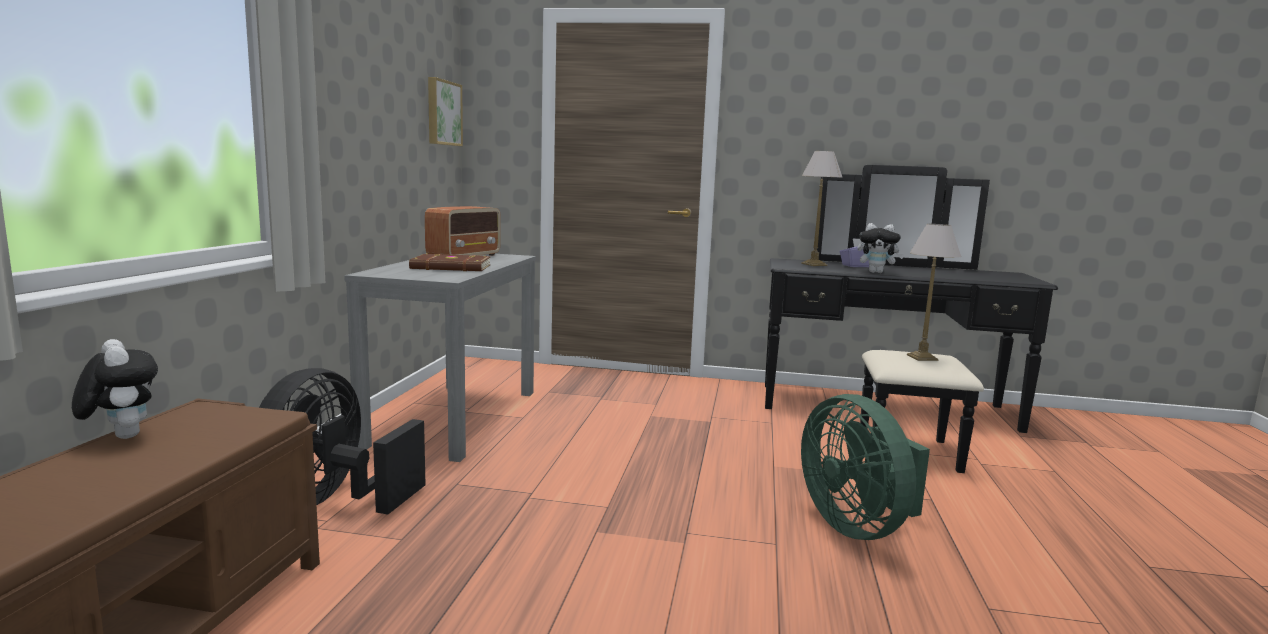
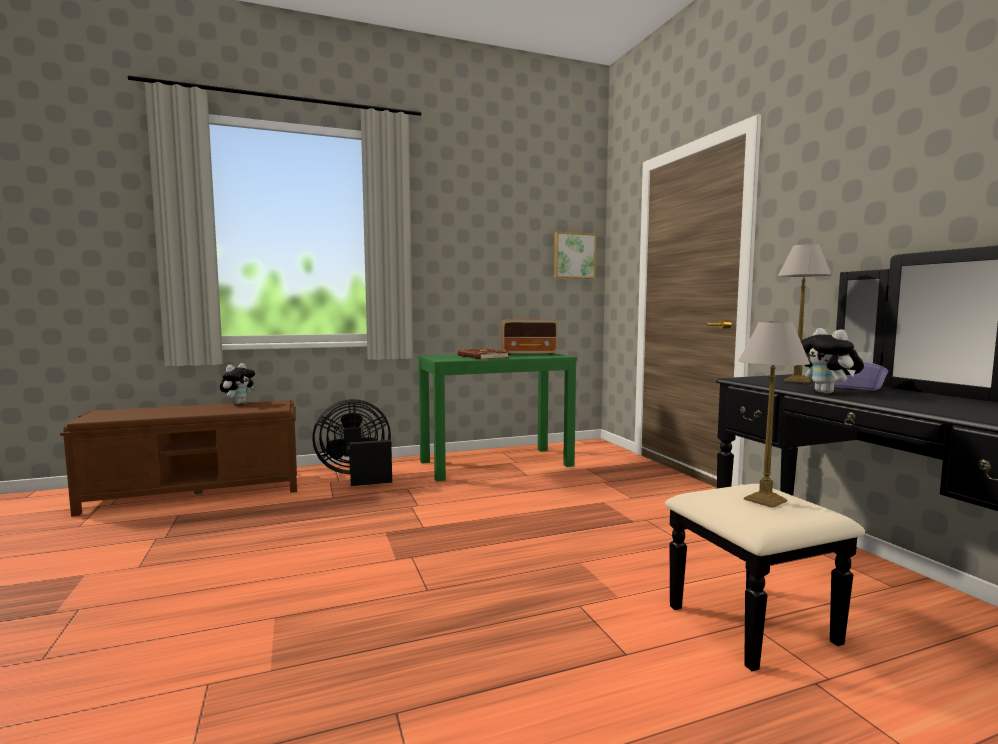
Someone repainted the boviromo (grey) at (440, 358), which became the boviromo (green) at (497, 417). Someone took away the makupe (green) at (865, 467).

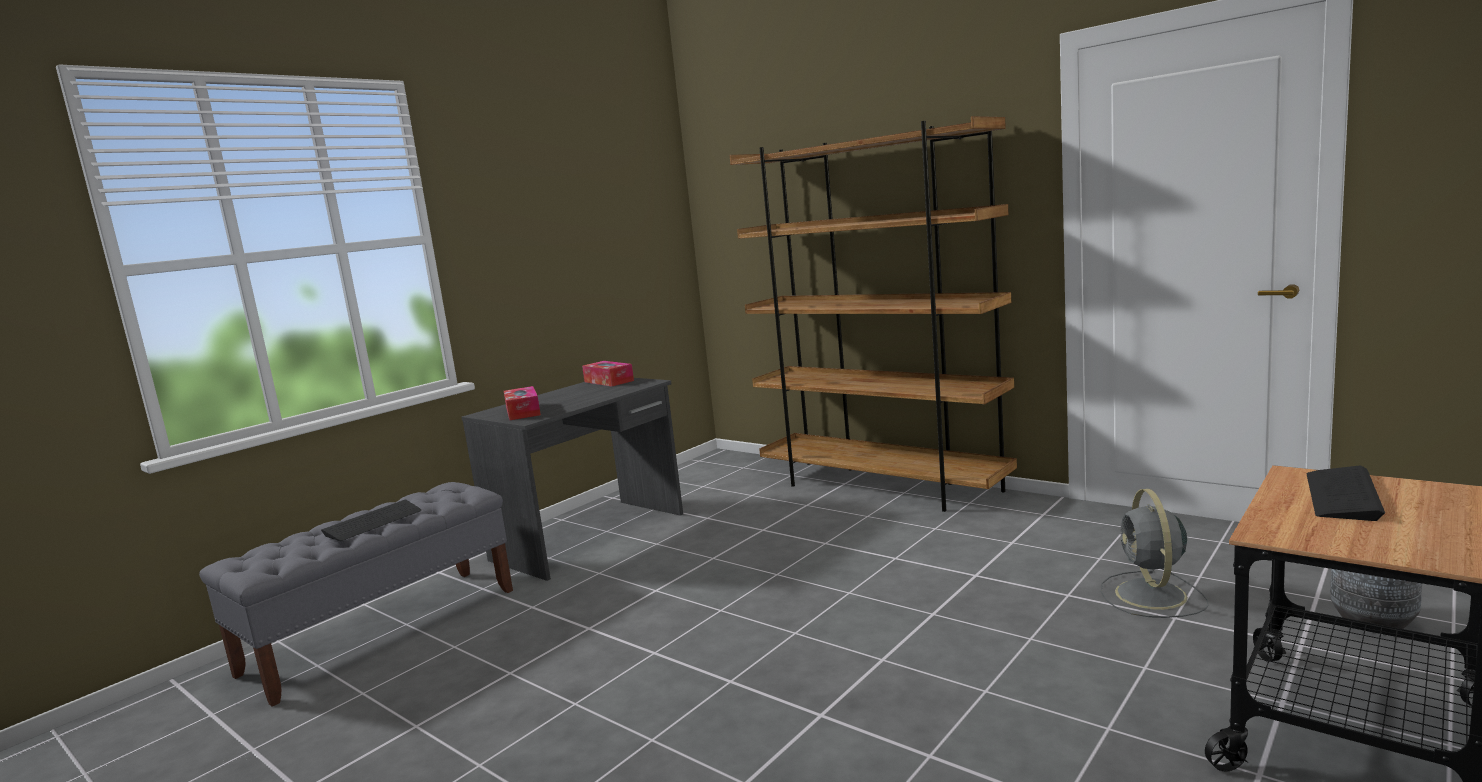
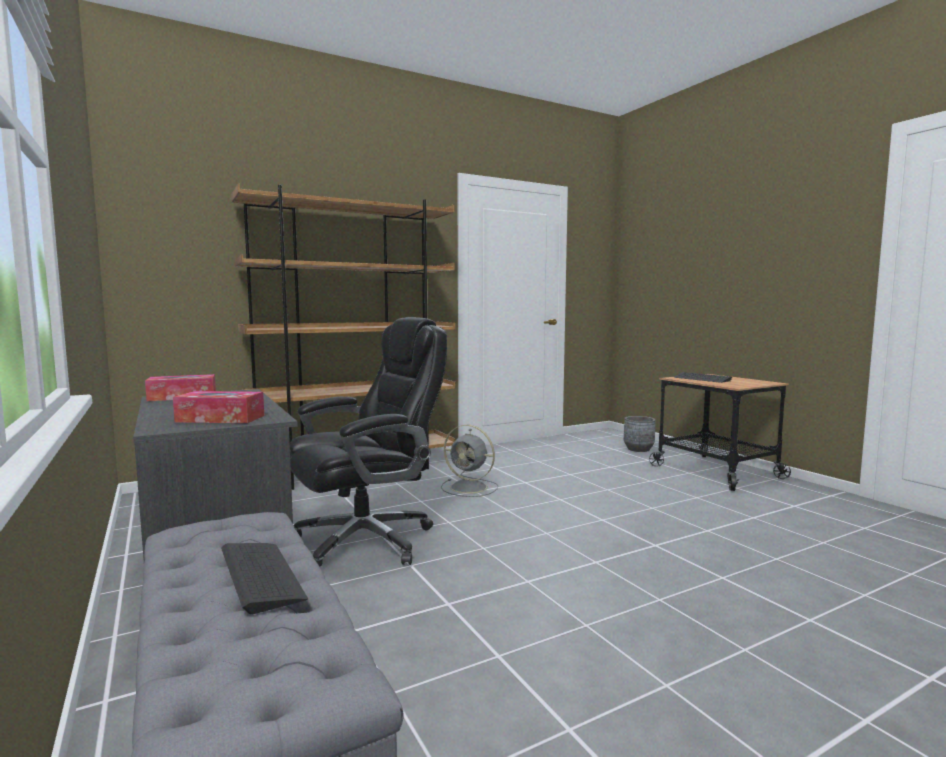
Someone carried the makupe (grey) from (1155, 553) to (469, 461). Someone put down the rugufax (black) at (368, 442).

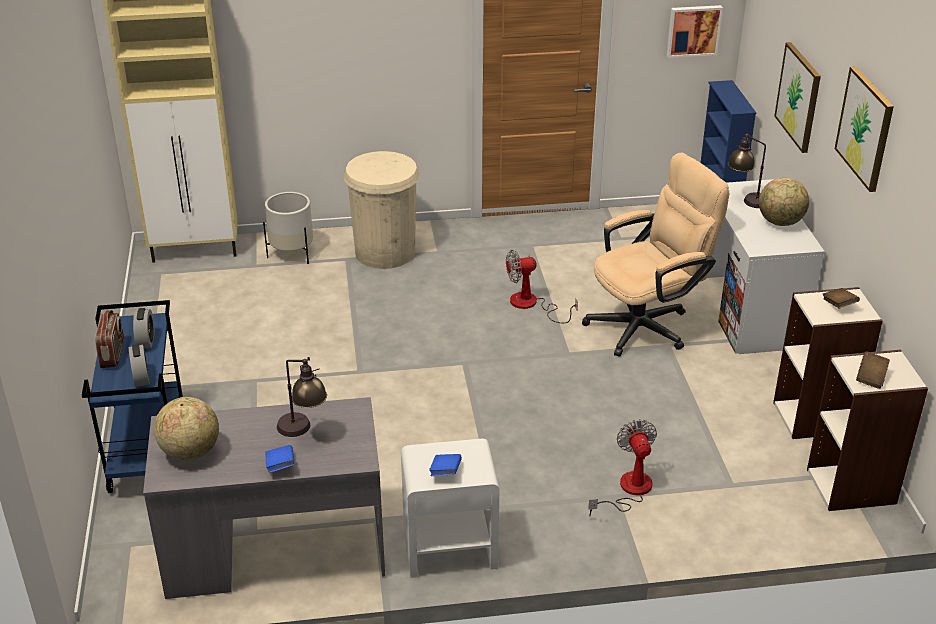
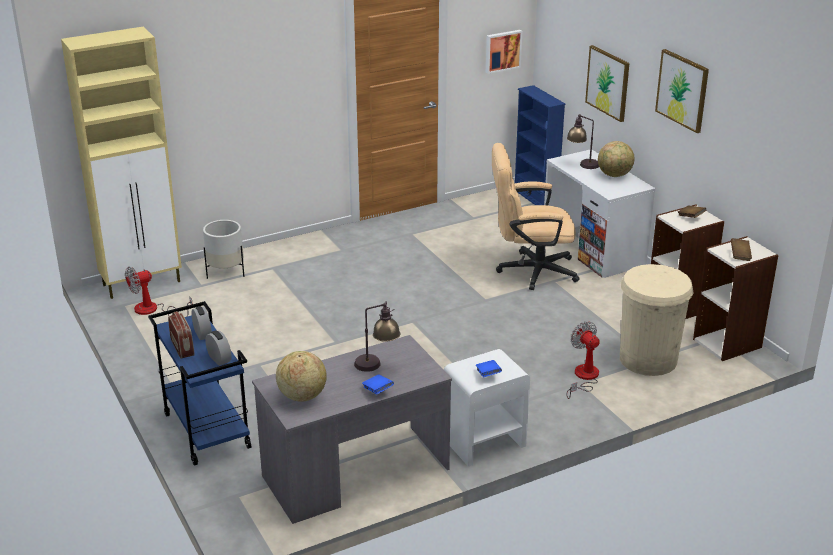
Someone carried the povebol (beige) from (382, 210) to (656, 320). Someone carried the makupe from (542, 287) to (159, 291). Someone rotated the rugufax (beige) at (655, 255) by 135 degrees counterclockwise.

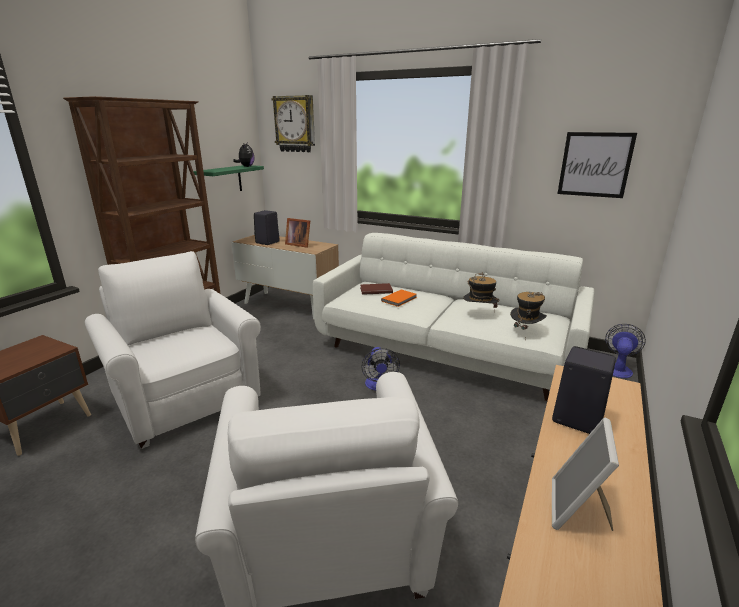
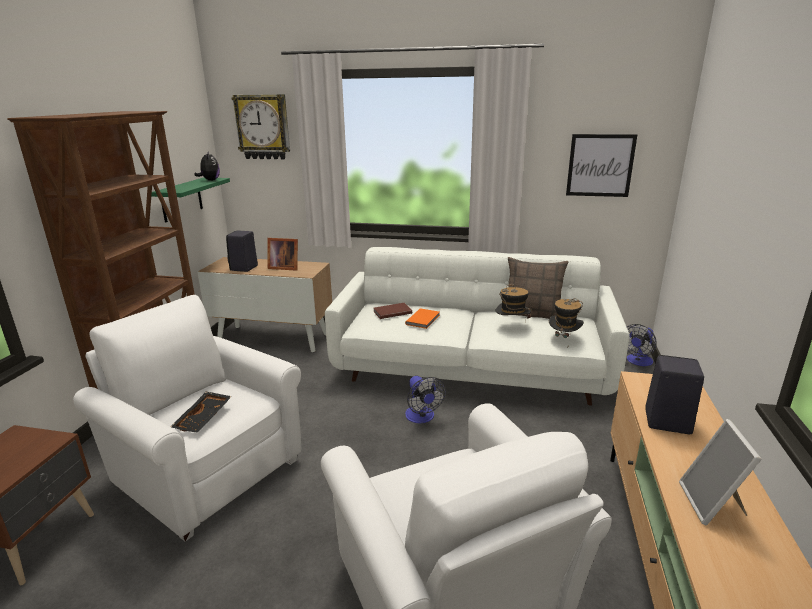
Someone rotated the makupe at (625, 351) by 150 degrees counterclockwise. Someone put down the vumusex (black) at (201, 412). Someone put down the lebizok at (538, 288).

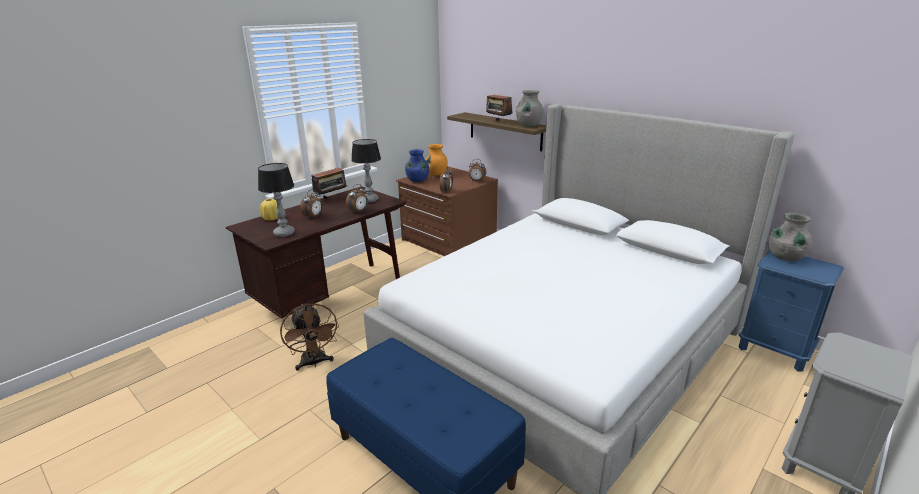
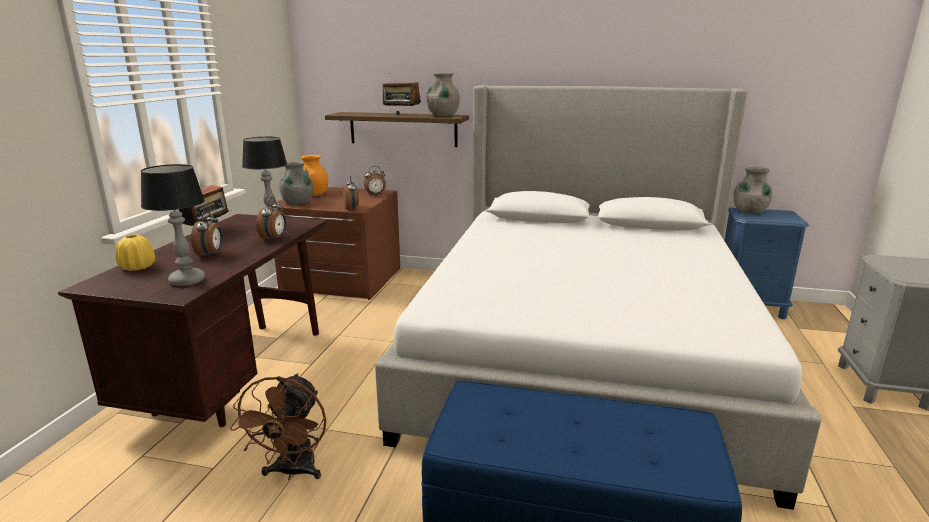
Someone rotated the makupe (brown) at (309, 337) by 60 degrees clockwise. Someone repainted the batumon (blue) at (417, 165), which became the batumon (grey) at (296, 183).

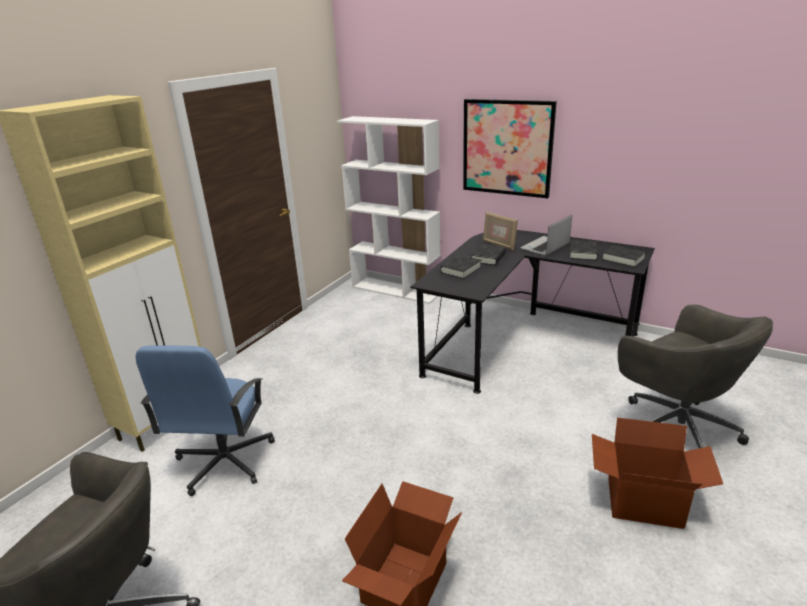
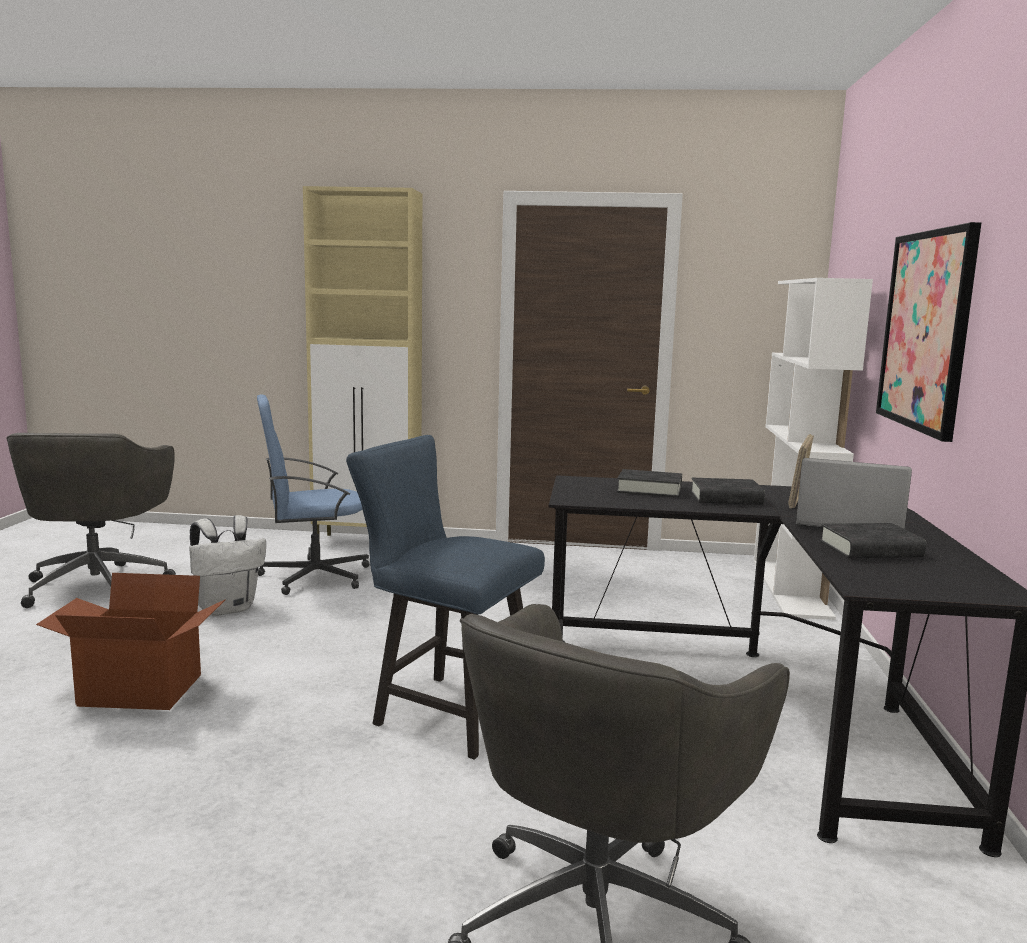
Someone took away the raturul at (657, 473). Someone took away the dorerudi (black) at (624, 256). Someone put down the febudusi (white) at (227, 565). Someone put down the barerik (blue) at (445, 597).

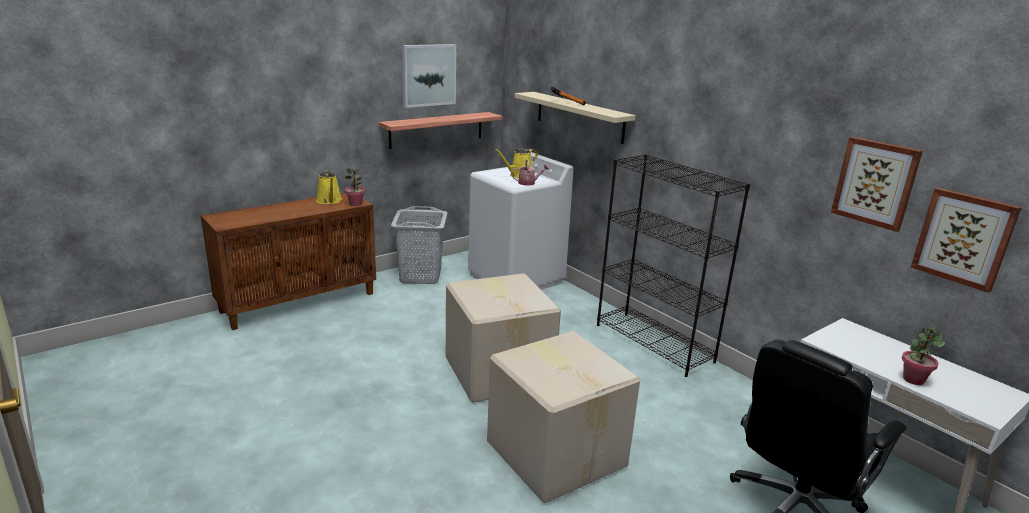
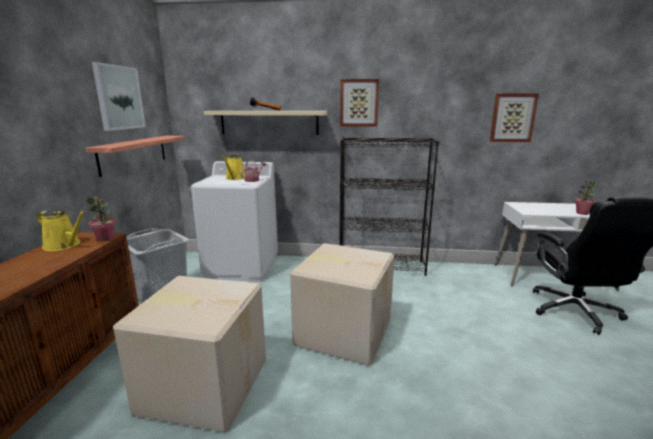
Someone carried the raturul from (563, 417) to (189, 354). Someone carried the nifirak from (966, 240) to (359, 103).

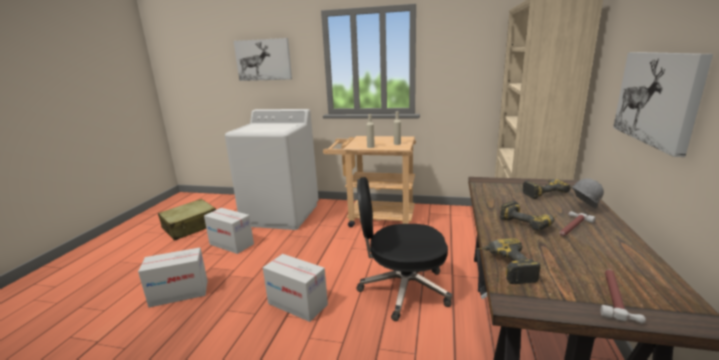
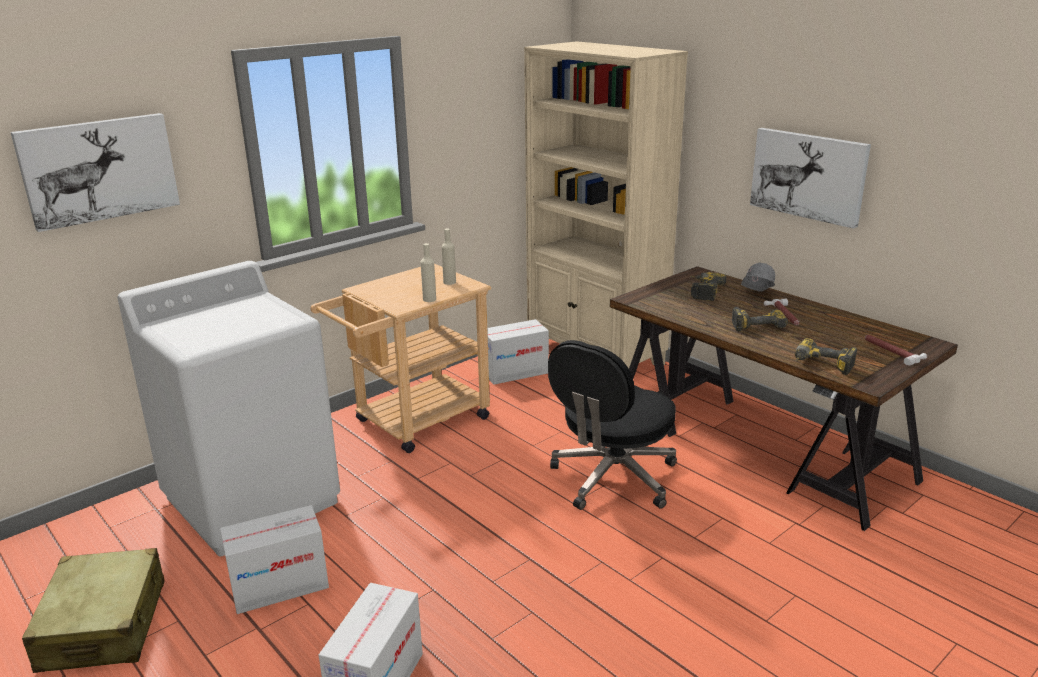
Someone carried the raturul from (295, 288) to (518, 352).

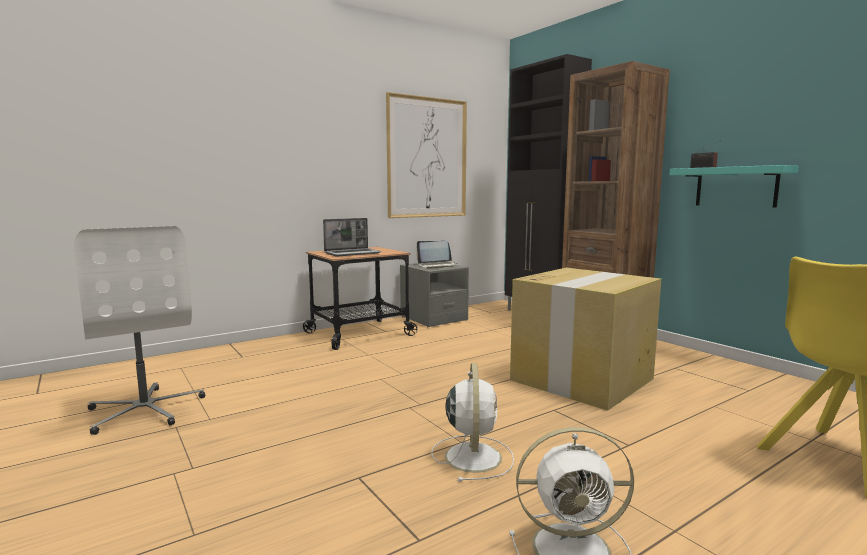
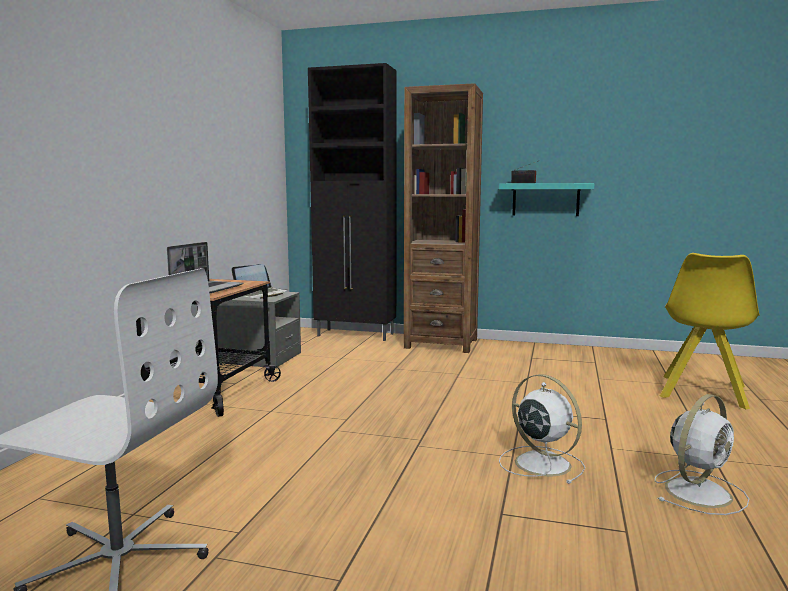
Someone took away the nifirak at (426, 155). Someone took away the raturul at (585, 339).

